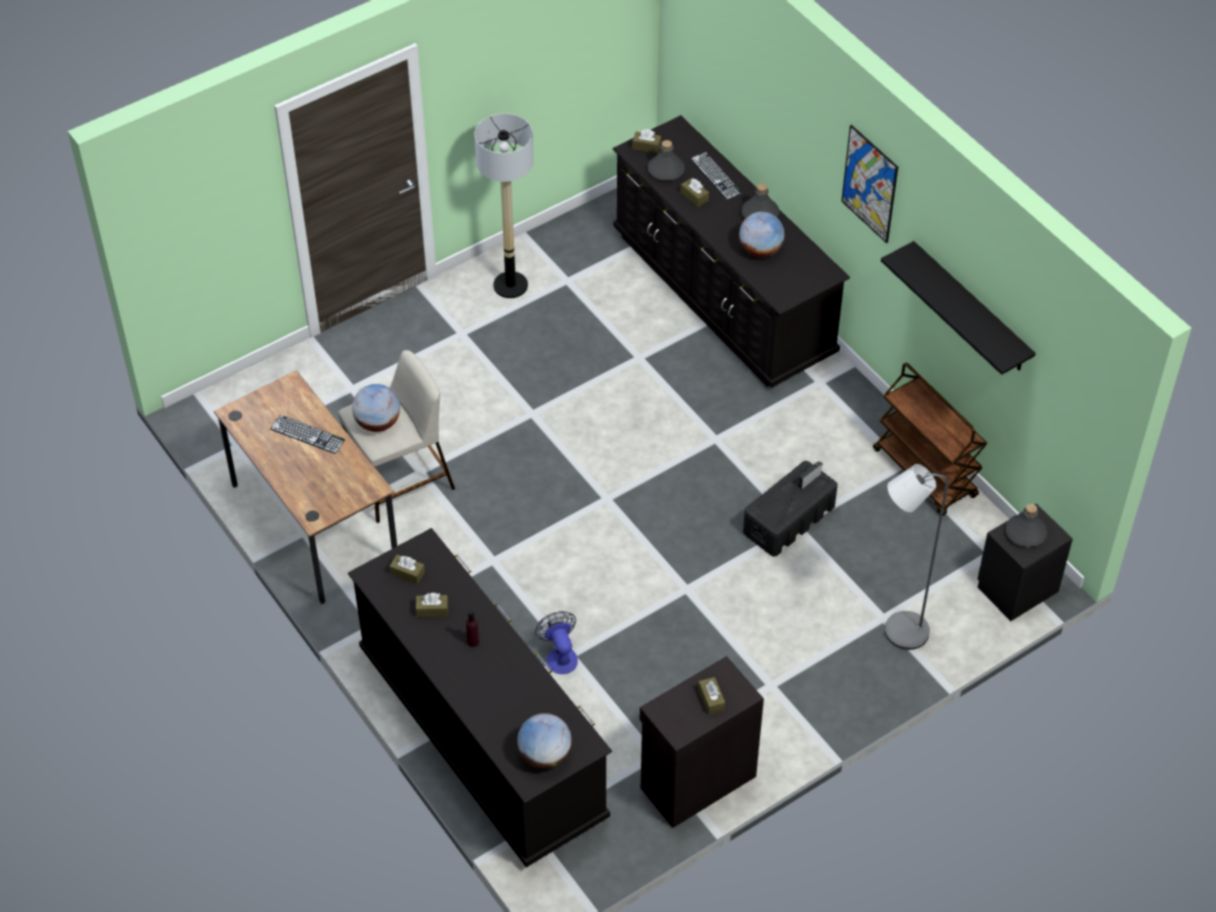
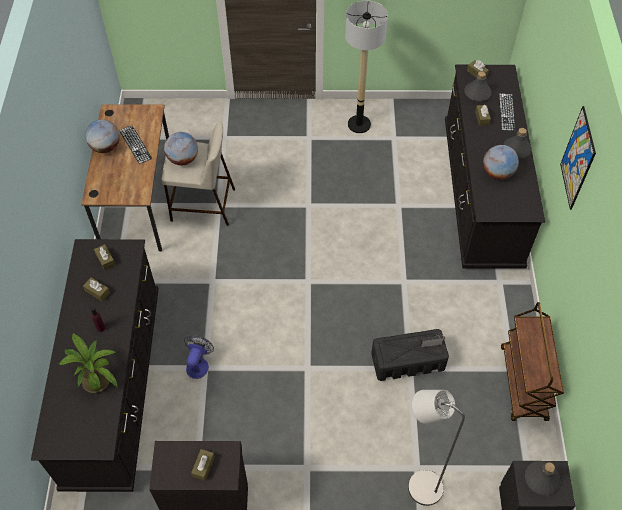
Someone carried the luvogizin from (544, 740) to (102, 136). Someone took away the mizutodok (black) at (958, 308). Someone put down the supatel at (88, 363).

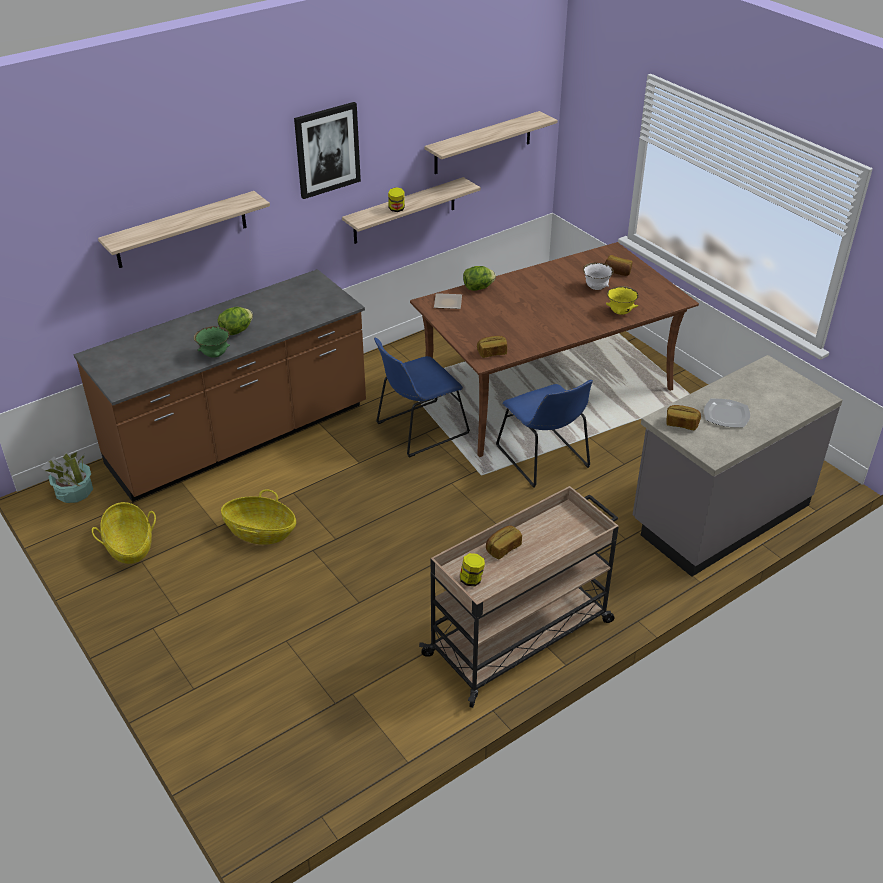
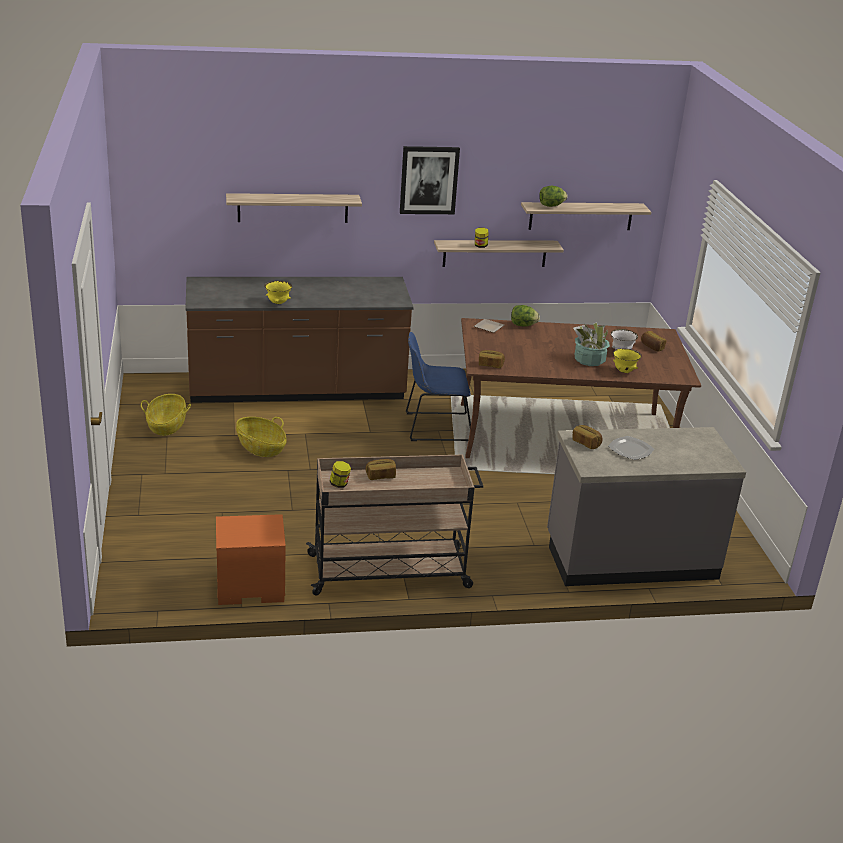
Someone carried the supatel from (67, 477) to (591, 344). Someone repainted the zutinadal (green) at (212, 342), which became the zutinadal (yellow) at (278, 292). Someone carried the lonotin from (235, 321) to (553, 196). Someone took away the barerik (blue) at (544, 434). Someone put down the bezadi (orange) at (251, 559).

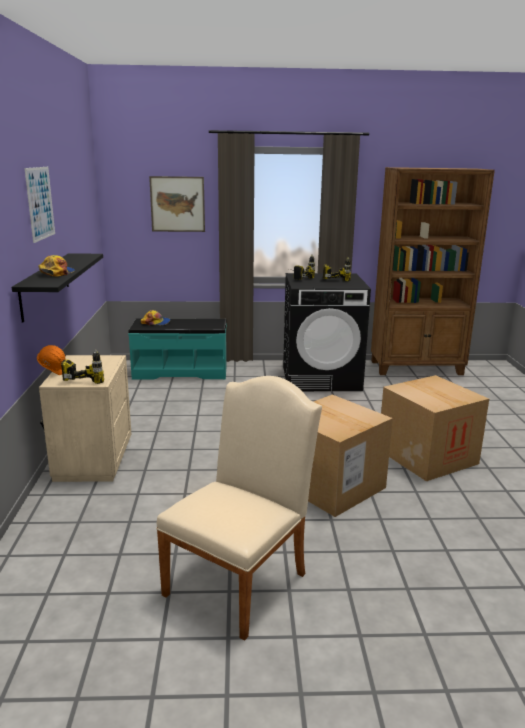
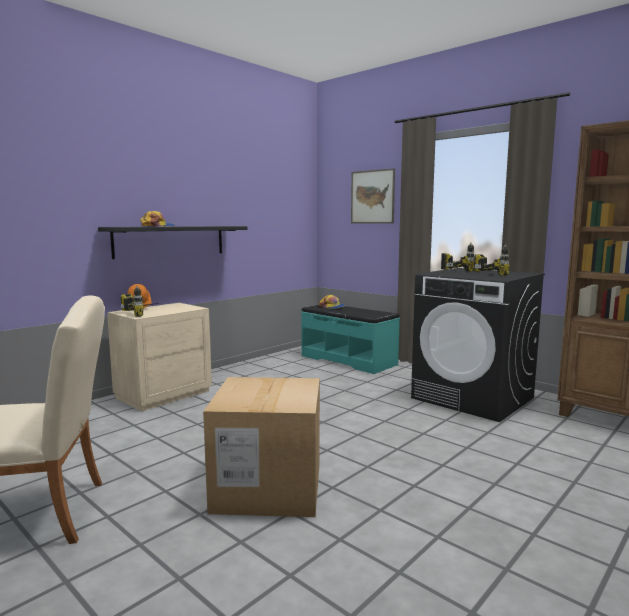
Someone took away the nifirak at (39, 205). Someone took away the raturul at (435, 428).

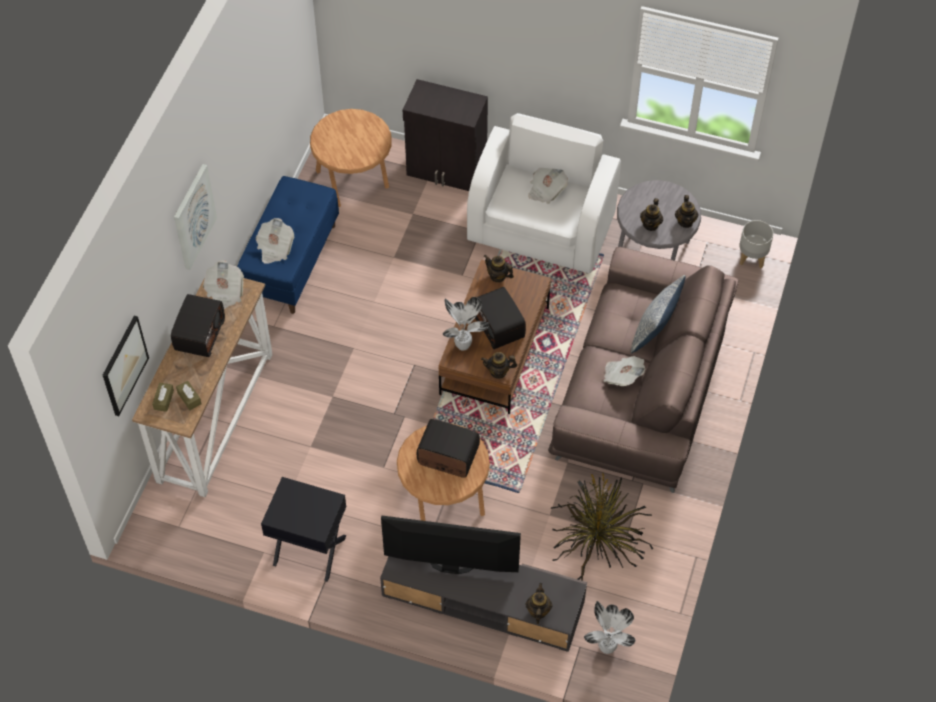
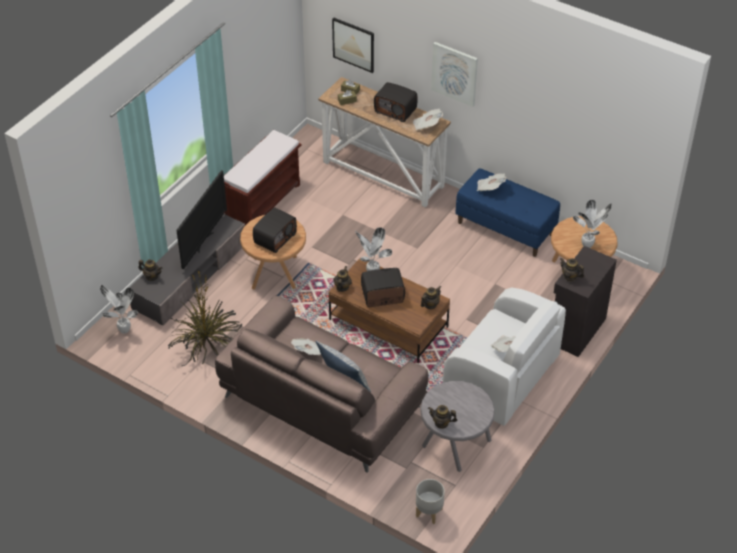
Someone swapped the bezadi (black) at (304, 529) for the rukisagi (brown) at (263, 177). Someone carried the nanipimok from (651, 214) to (572, 270). Someone put down the supatel at (592, 224).

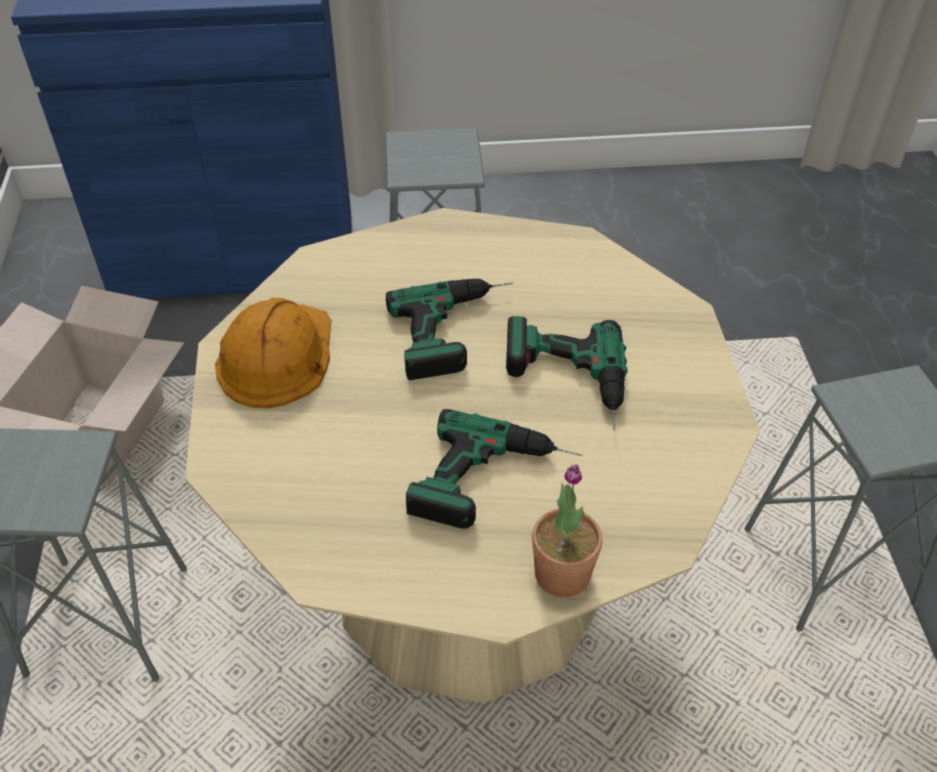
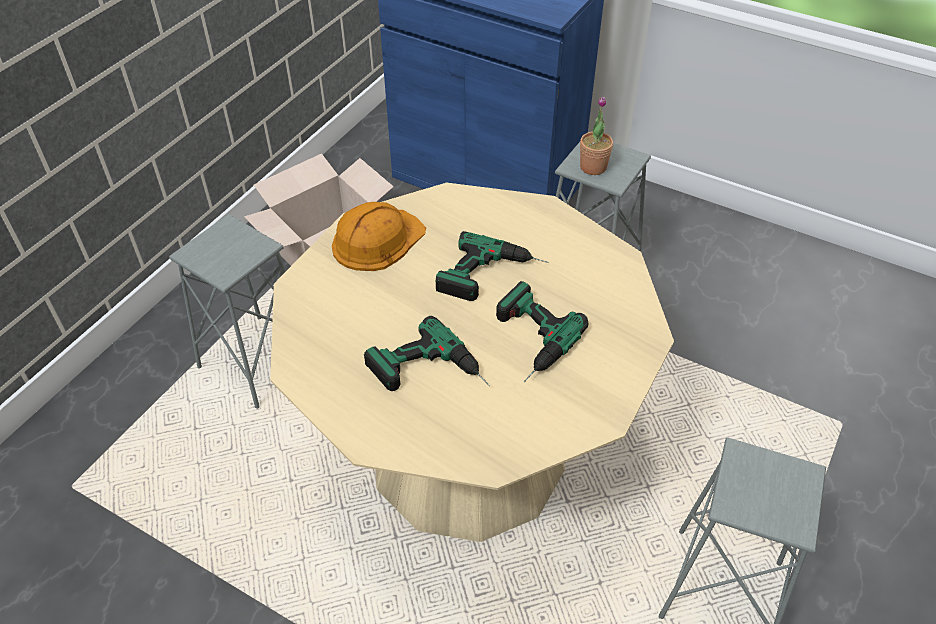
Someone carried the supatel from (567, 530) to (596, 136).

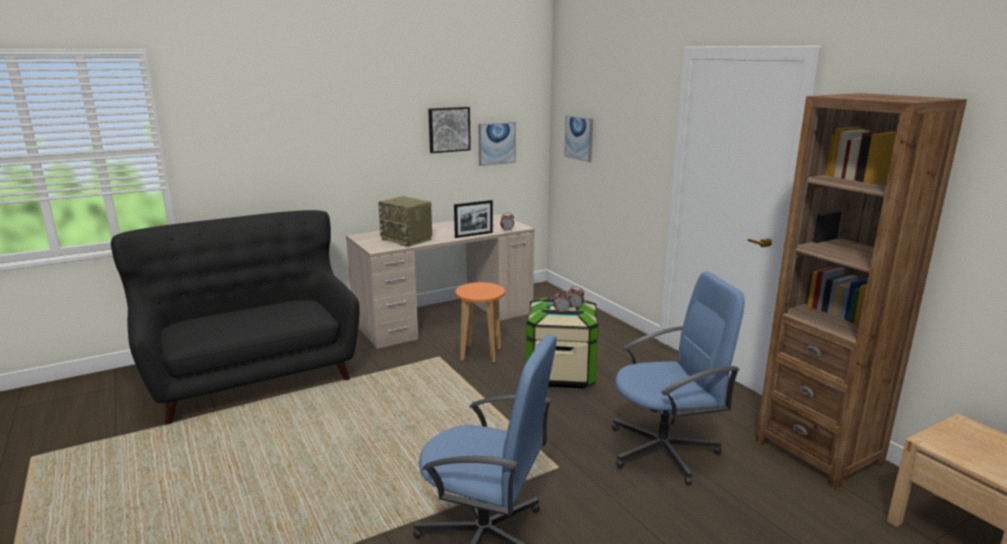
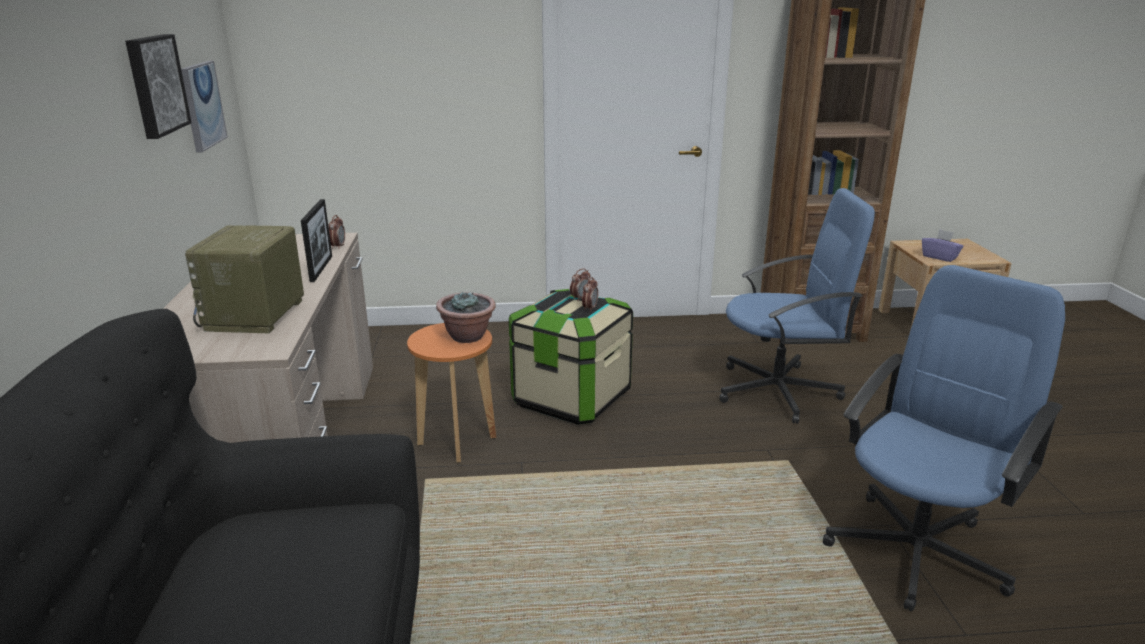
Someone rotated the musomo at (405, 221) by 120 degrees clockwise. Someone took away the nifirak at (578, 138). Someone rotated the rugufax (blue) at (678, 378) by 75 degrees clockwise. Someone put down the supatel at (466, 317). Someone put down the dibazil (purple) at (942, 245).

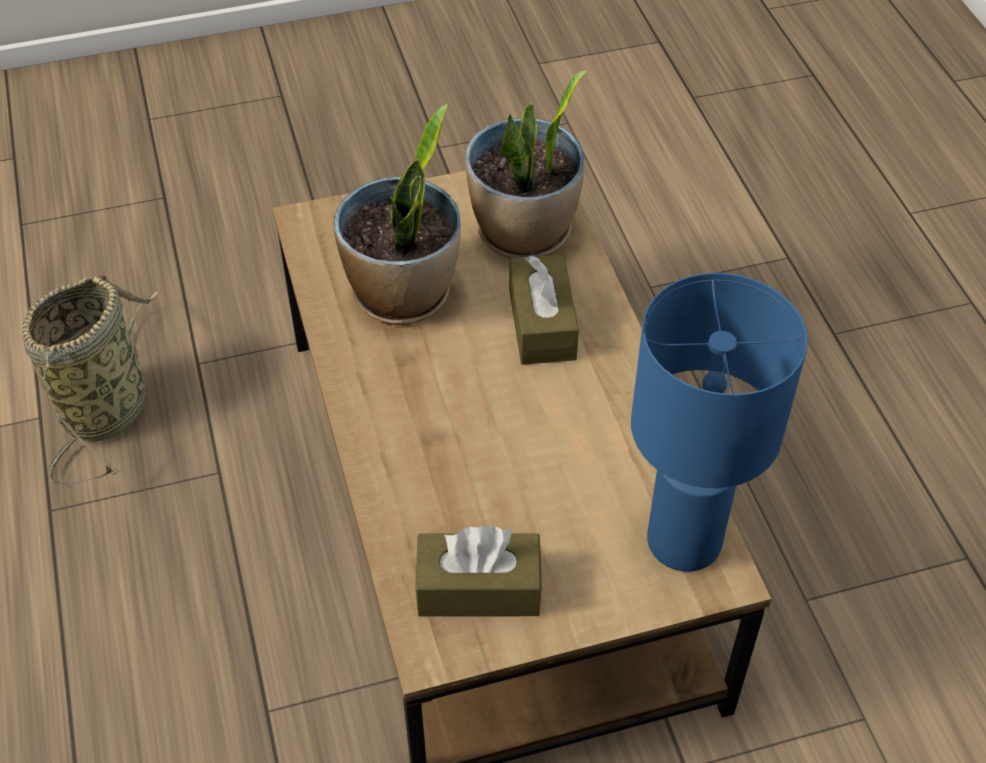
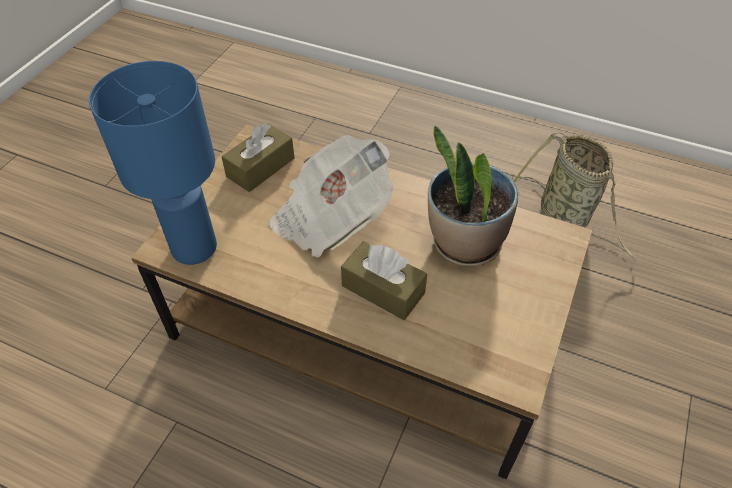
Someone took away the supatel at (525, 165). Someone put down the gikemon at (331, 196).

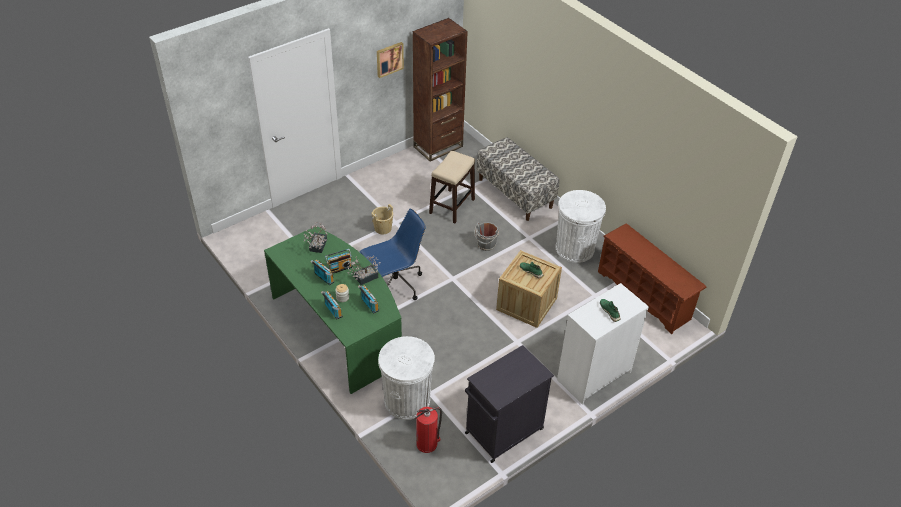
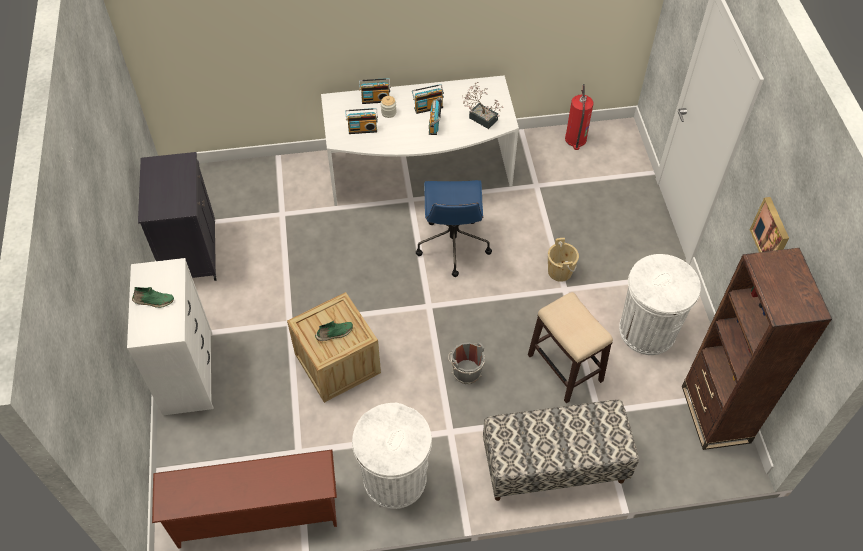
Someone repainted the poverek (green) at (333, 310), which became the poverek (white) at (420, 140). Someone took away the supatel at (364, 270). Someone carried the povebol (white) from (406, 378) to (660, 304). Someone carried the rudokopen from (428, 430) to (579, 117).

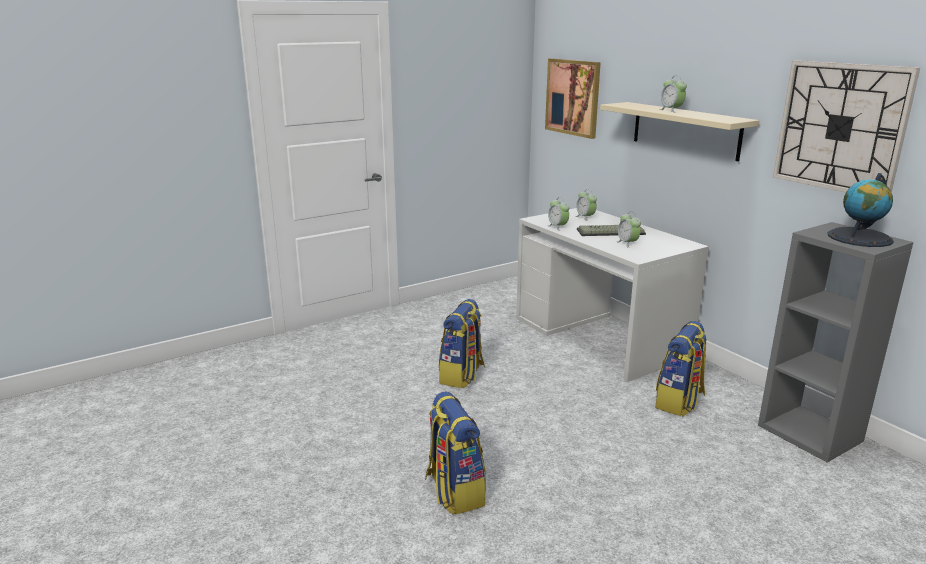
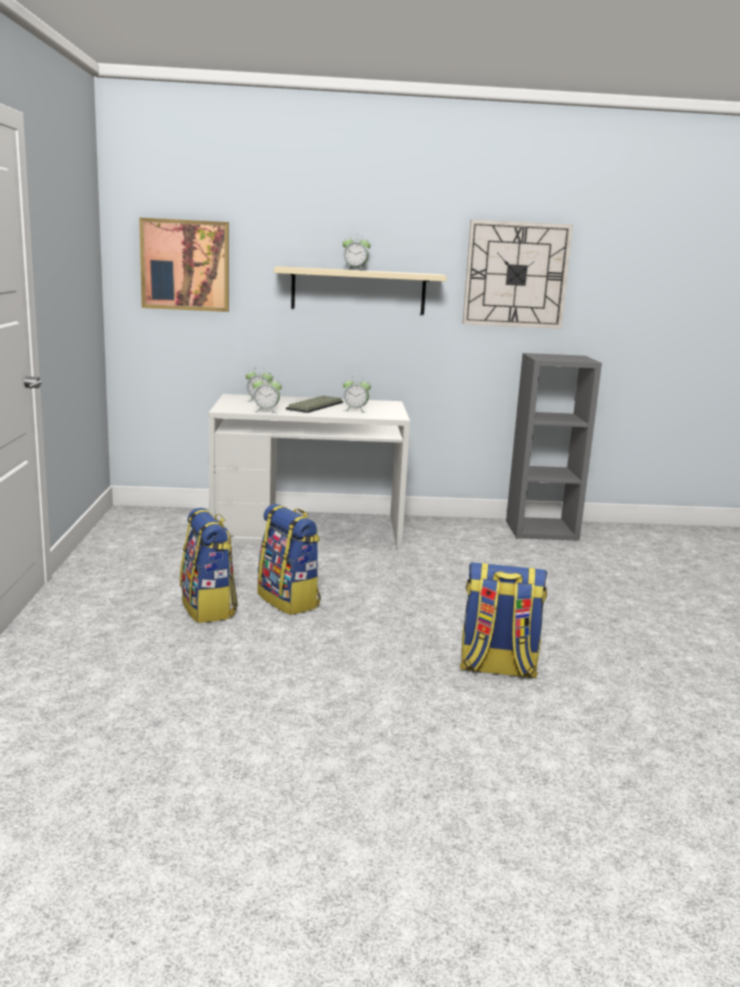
Someone carried the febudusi from (681, 368) to (209, 565). Someone took away the luvogizin at (861, 210).

